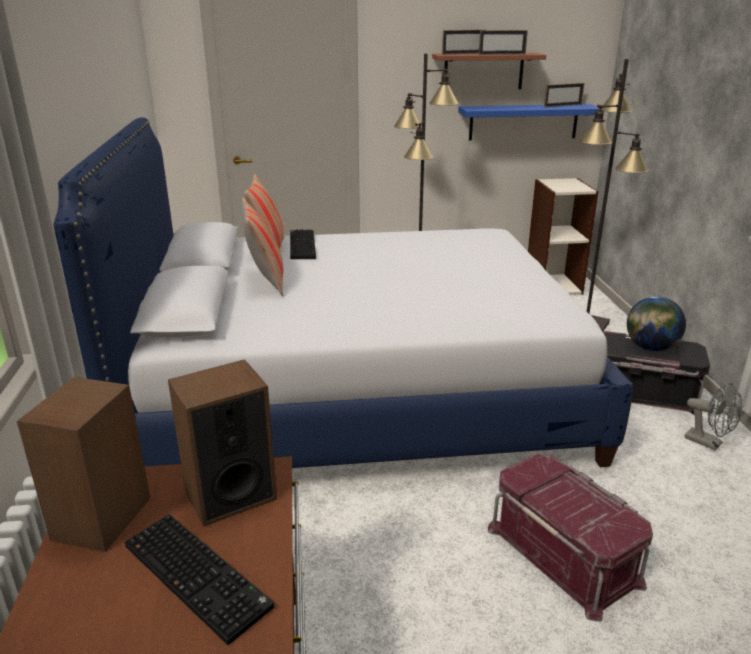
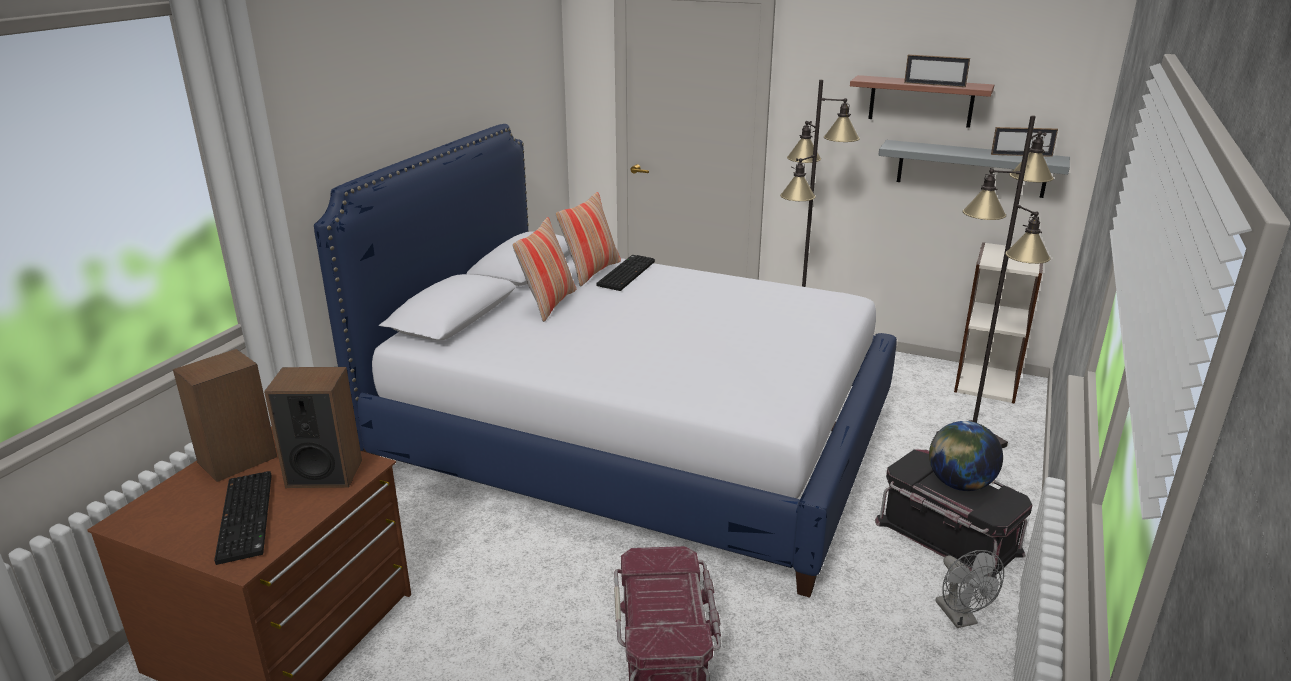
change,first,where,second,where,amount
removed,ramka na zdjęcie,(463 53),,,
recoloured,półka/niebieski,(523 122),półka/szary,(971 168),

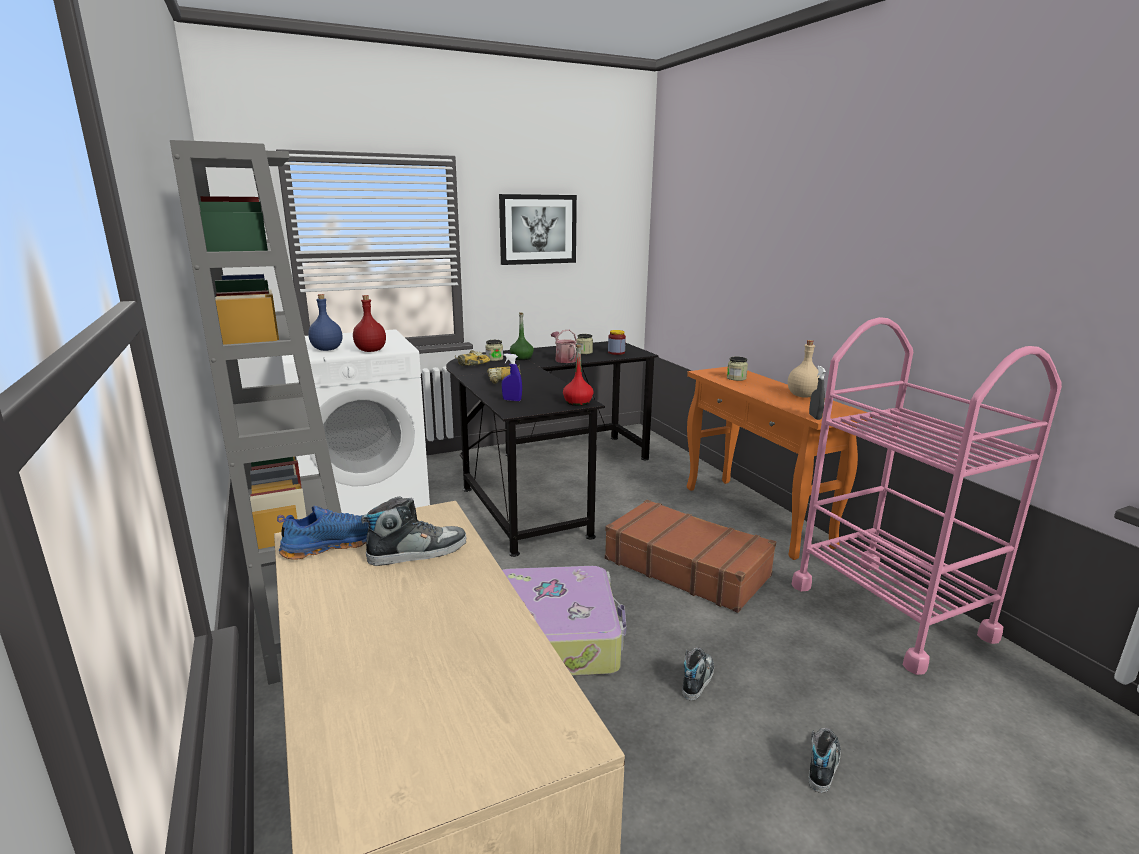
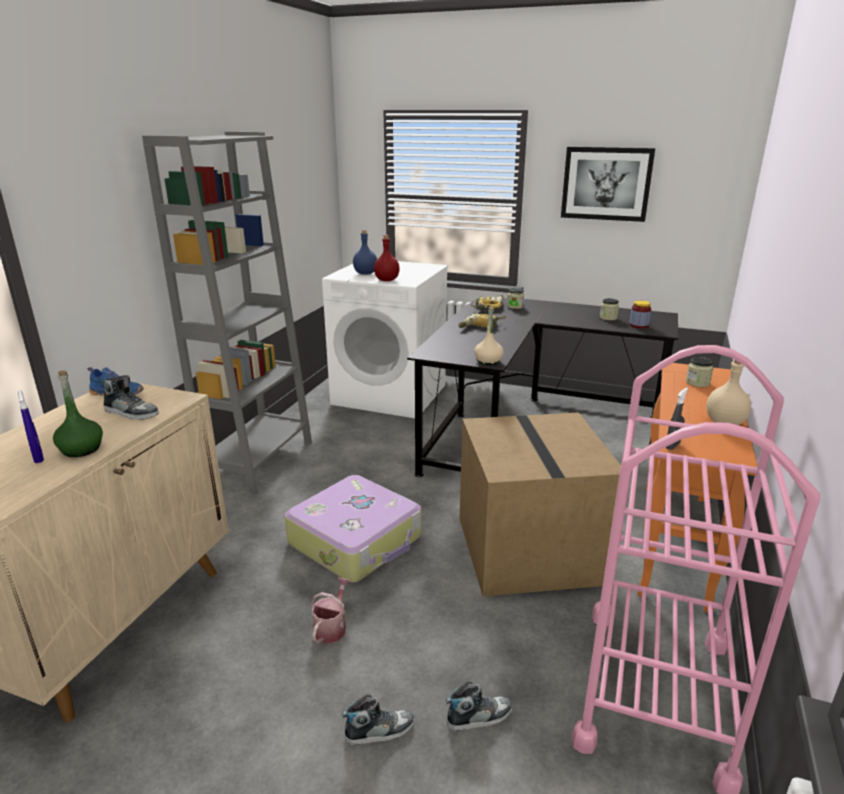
change,first,where,second,where,amount
moved,butelka/zielony,(522 358),,(82 449),
moved,konewka,(564 359),,(332 627),
recoloured,butelka/czerwony,(578 402),butelka/beżowy,(488 361),
moved,spryskiwacz/niebieski,(512 400),,(38 458),
replaced,walizka/brązowy,(686 567),karton,(526 548),
moved,but,(697 679),,(479 716),

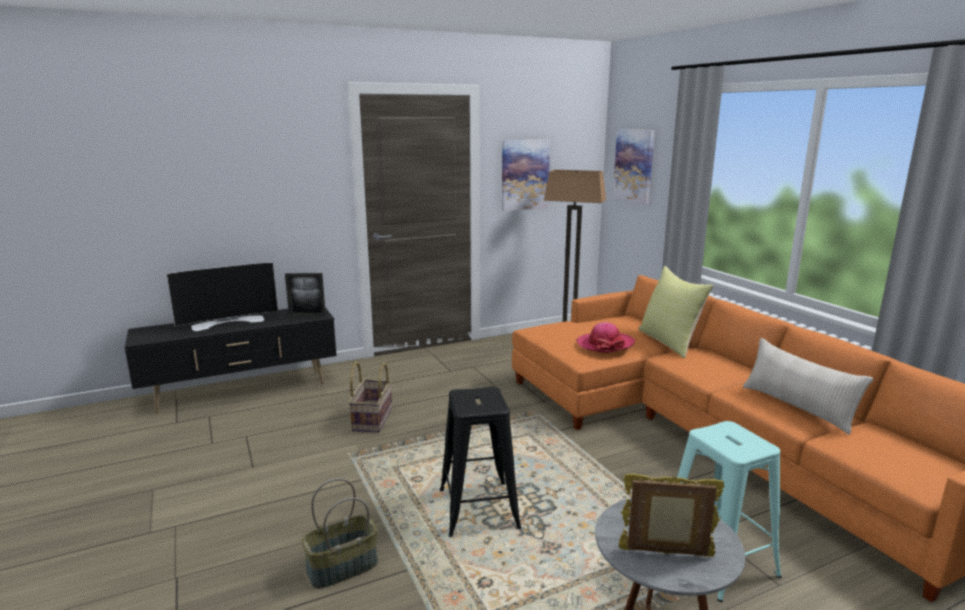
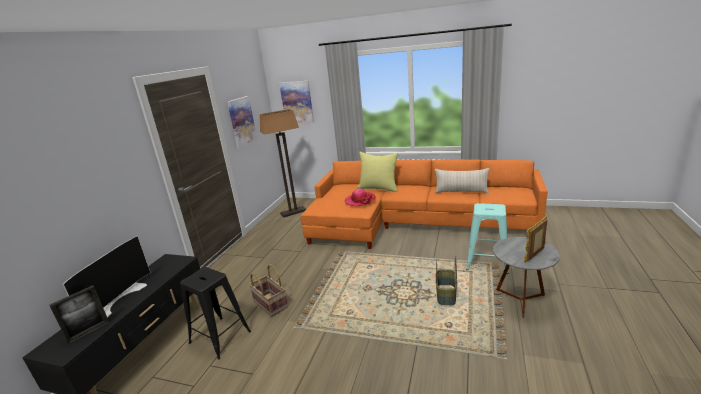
change,first,where,second,where,amount
moved,ramka na zdjęcie,(307 316),,(89 332),
moved,stołek/czarny,(478 509),,(220 337),
moved,koszyk,(342 568),,(446 295),

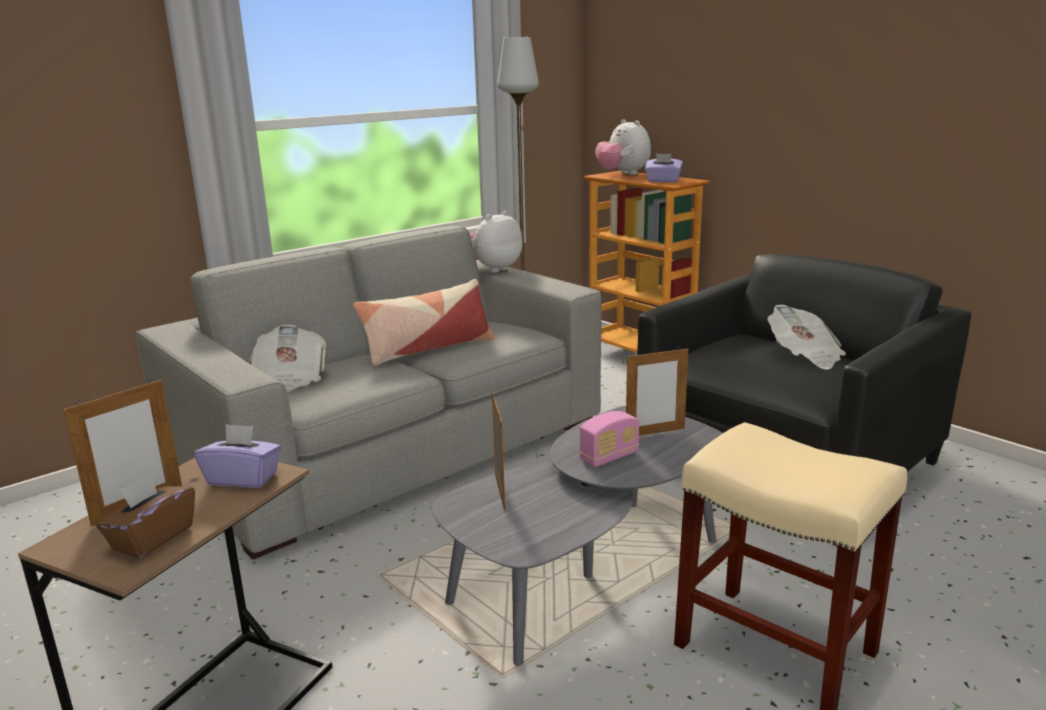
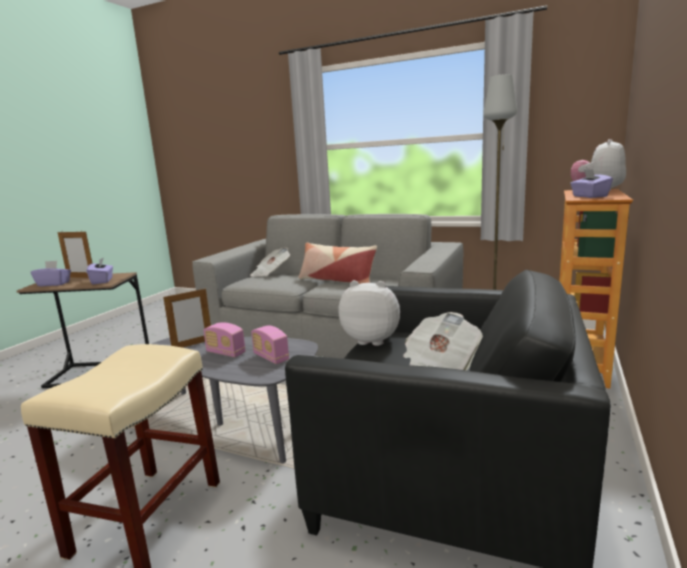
change,first,where,second,where,amount
moved,pluszak,(493 269),,(372 340),
replaced,ramka na zdjęcie,(655 433),radio,(271 357),
recoloured,pudełko chusteczek/brązowy,(152 538),pudełko chusteczek/fioletowy,(54 284),

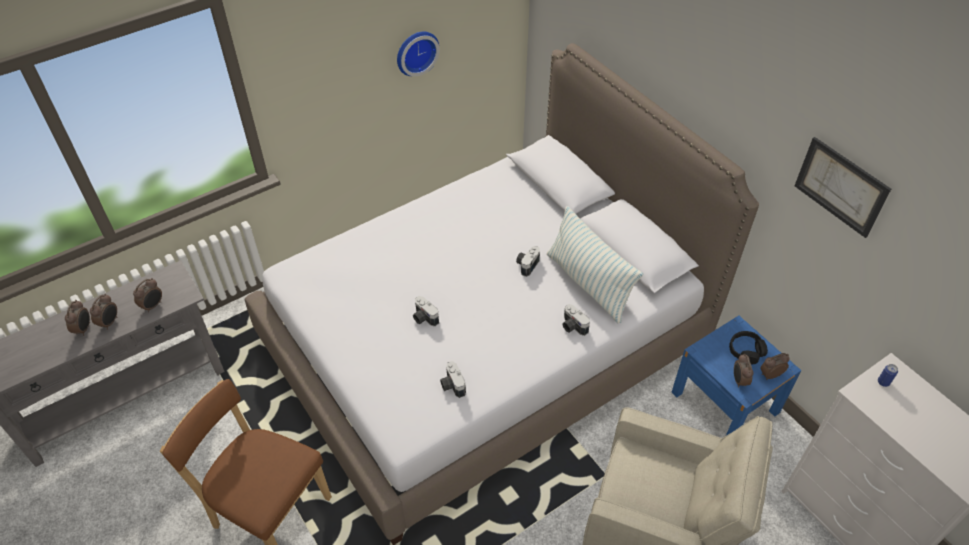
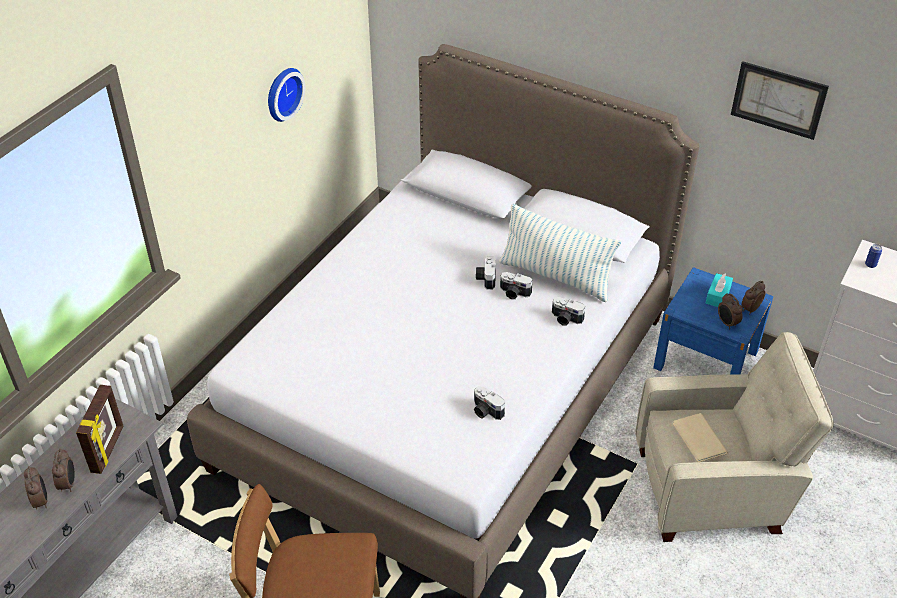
change,first,where,second,where,amount
replaced,budzik,(153 306),ramka na zdjęcie,(108 449),
moved,aparat fotograficzny,(424 318),,(514 293),
replaced,słuchawki/czarny,(746 351),pudełko chusteczek/turkusowy,(718 295),
added,,,książka/beżowy,(699 440),

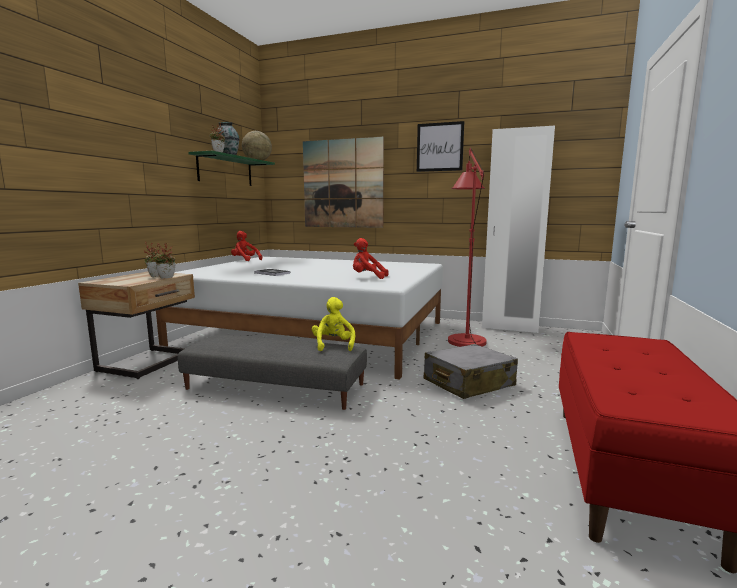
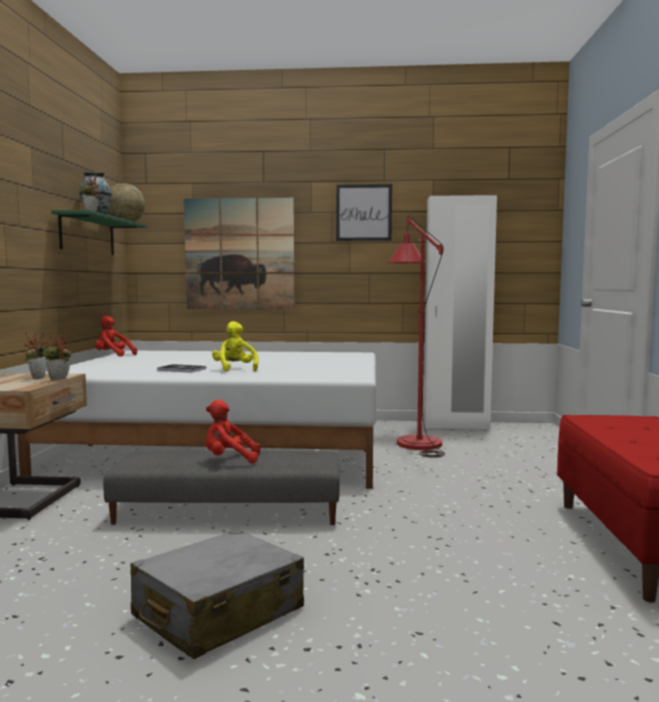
change,first,where,second,where,amount
moved,pluszak/czerwony,(367 277),,(229 460),
moved,pluszak/żółty,(333 345),,(235 369),
moved,walizka/szary,(468 383),,(218 613),

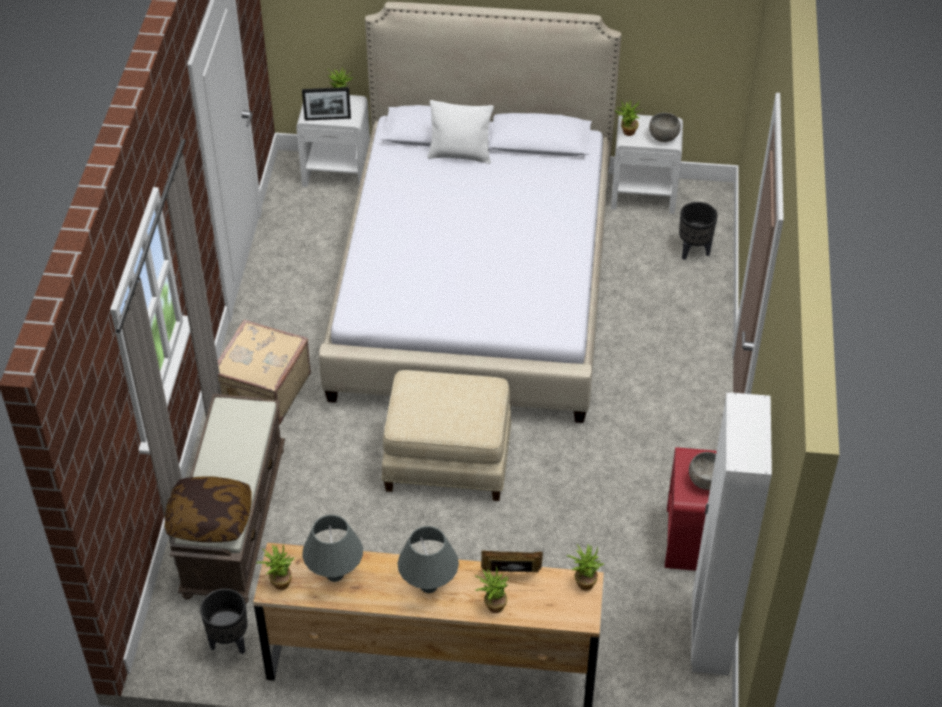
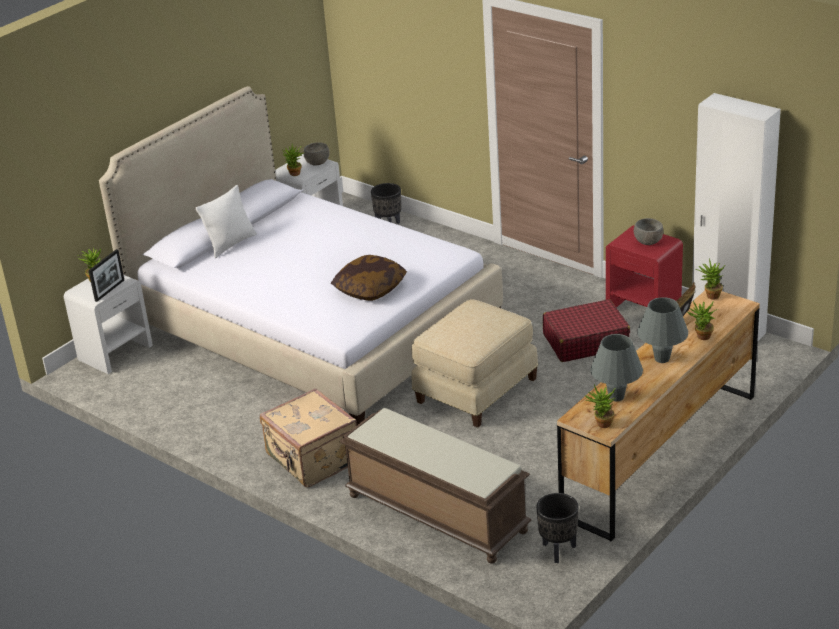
change,first,where,second,where,amount
moved,poduszka,(210 519),,(370 288),
added,,,walizka/czerwony,(585 341),

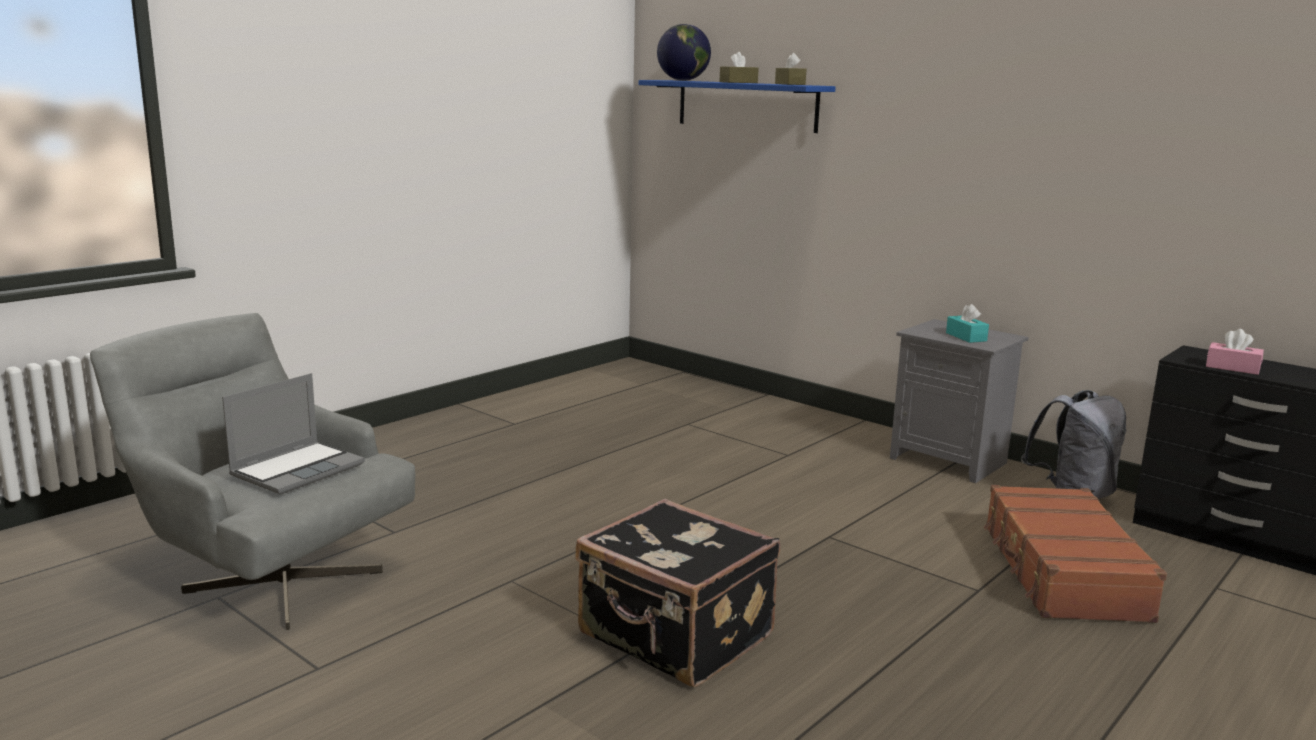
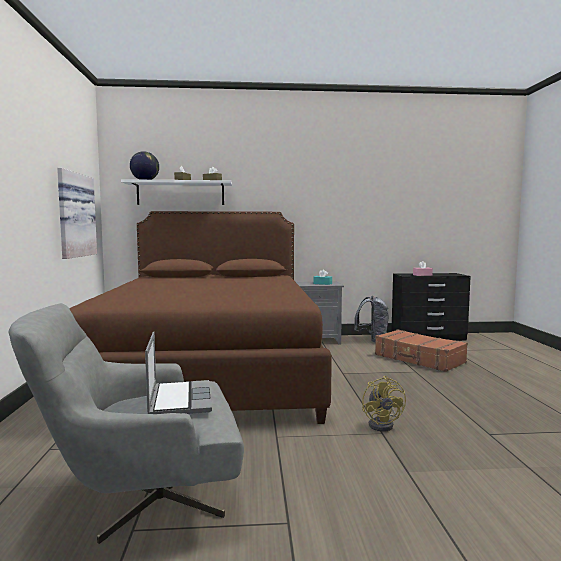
change,first,where,second,where,amount
recoloured,półka/niebieski,(746 105),półka/biały,(180 193),
replaced,walizka/czarny,(675 637),wentylator/żółty,(383 424),
added,,,obraz,(74 215),
added,,,łóżko/brązowy,(209 370),

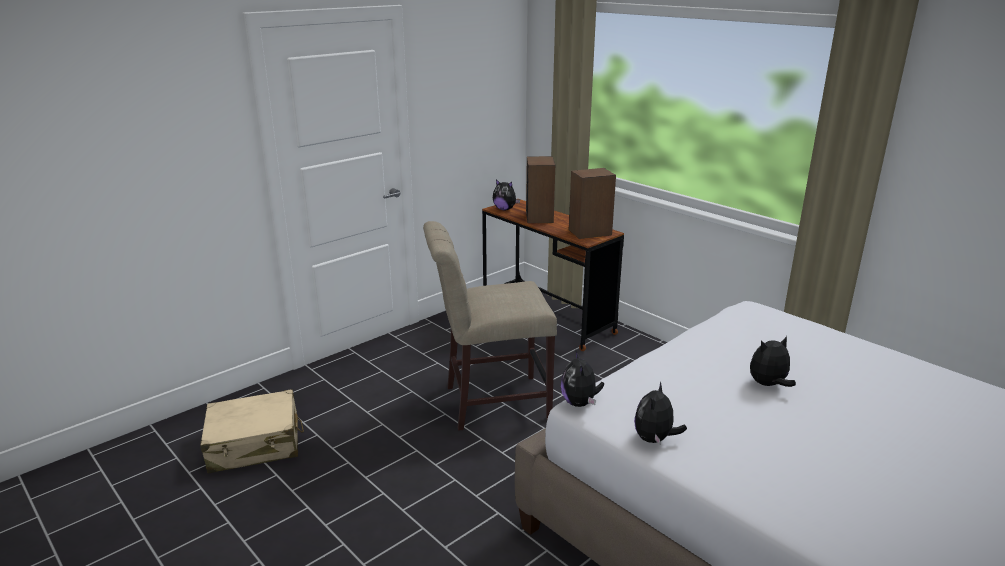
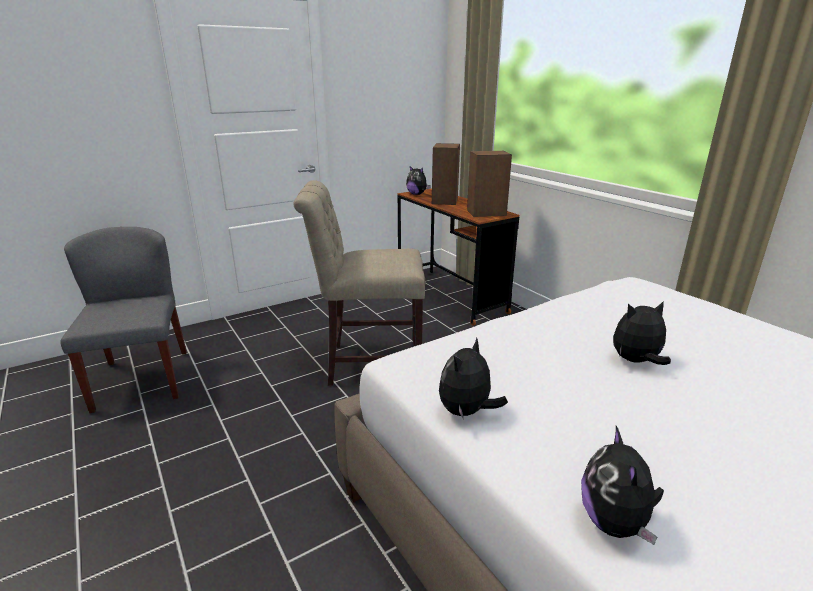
change,first,where,second,where,amount
moved,pluszak,(580 403),,(615 523),
replaced,walizka/beżowy,(255 444),krzesło/szary,(142 379),

